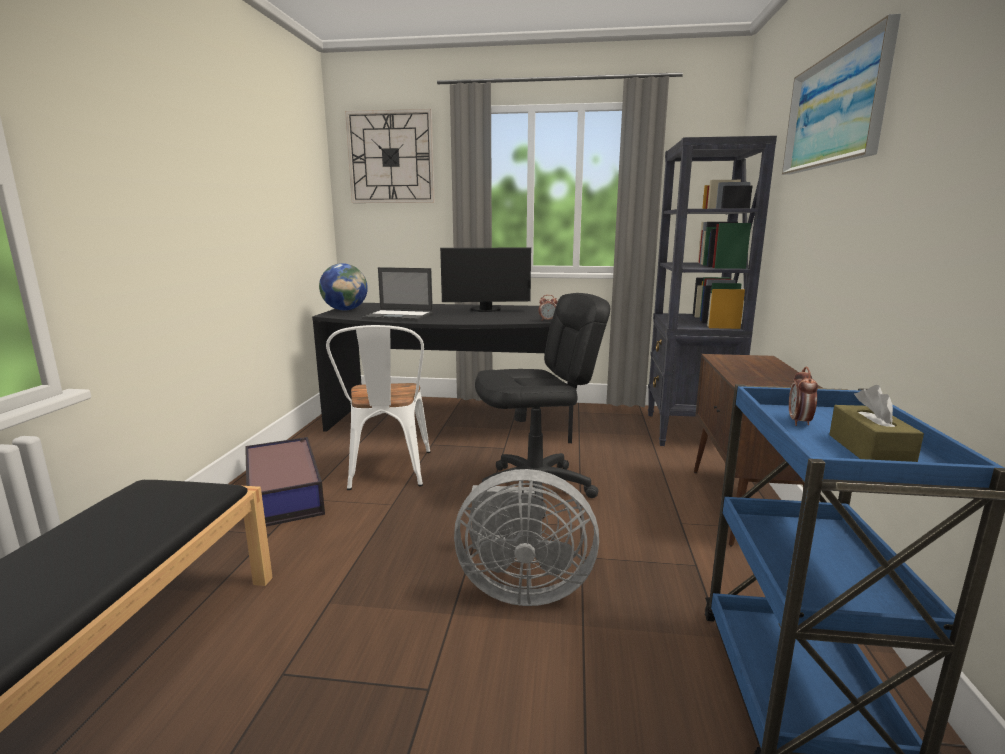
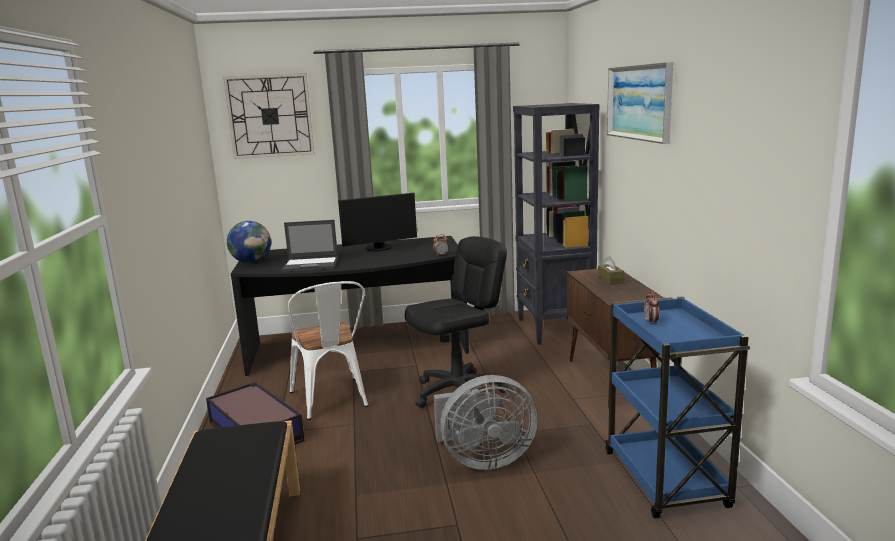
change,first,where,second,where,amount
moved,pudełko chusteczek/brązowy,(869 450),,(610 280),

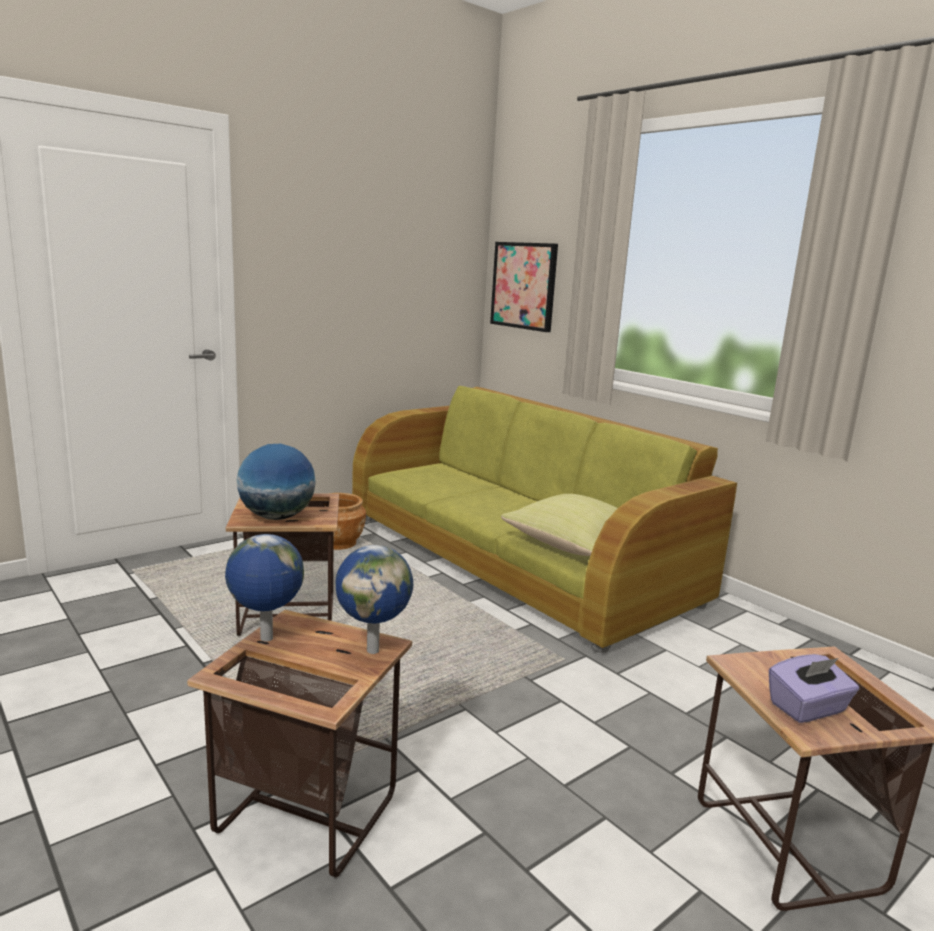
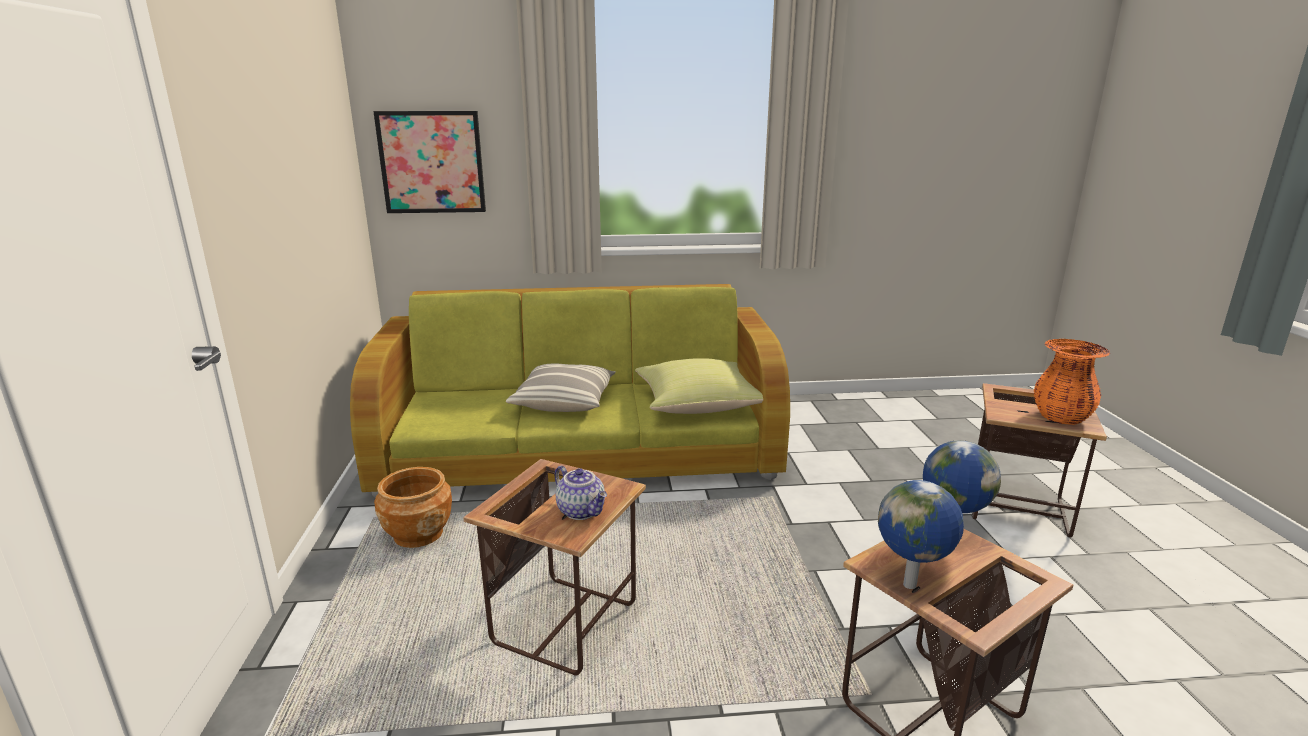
change,first,where,second,where,amount
replaced,globus,(277 517),imbryk,(582 511),
replaced,pudełko chusteczek/fioletowy,(808 708),wazon/pomarańczowy,(1060 417),
added,,,poduszka,(564 401),

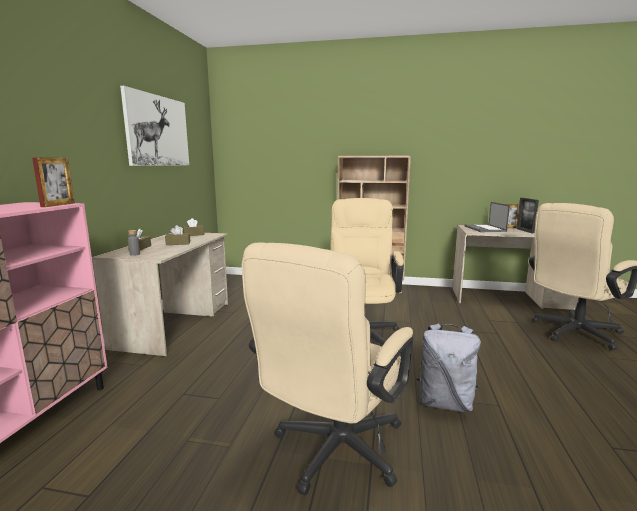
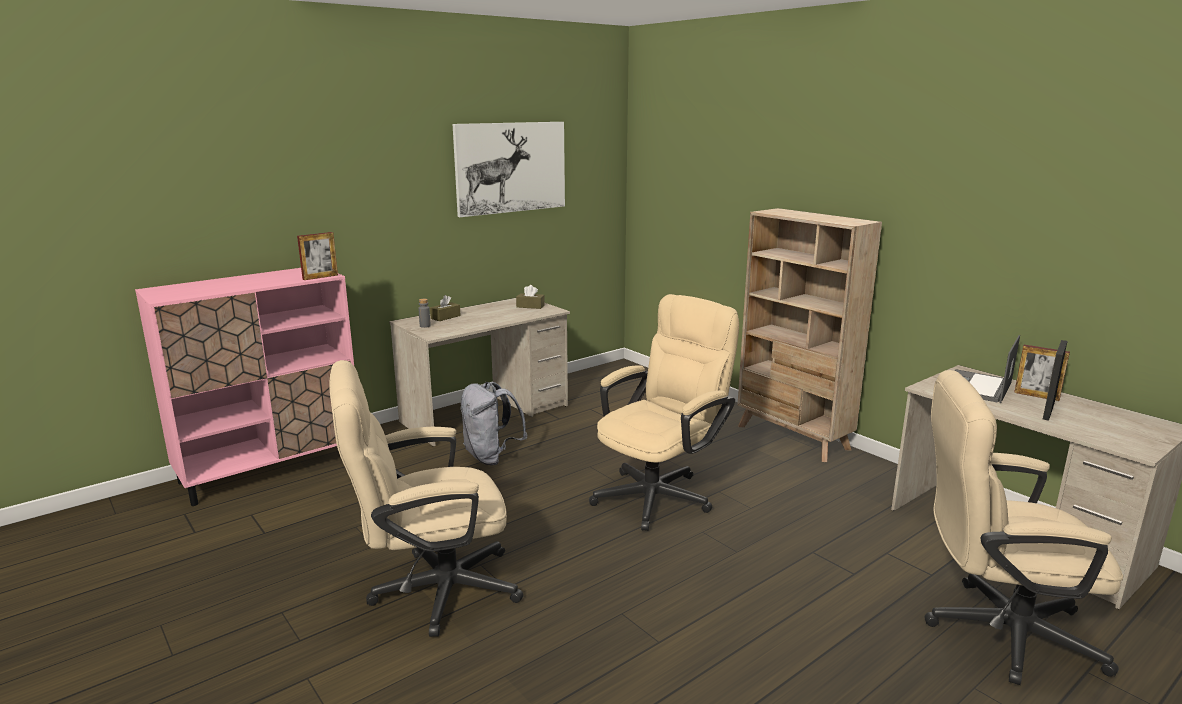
change,first,where,second,where,amount
removed,pudełko chusteczek/brązowy,(178 243),,,
moved,plecak/szary,(445 403),,(491 457),

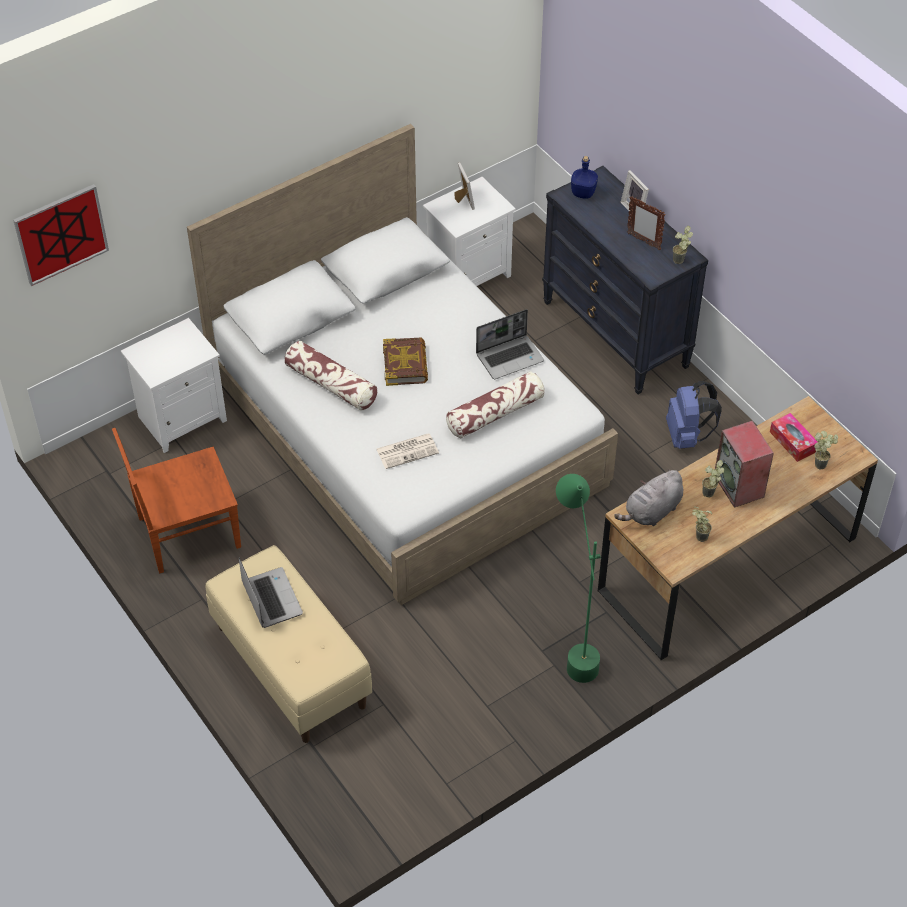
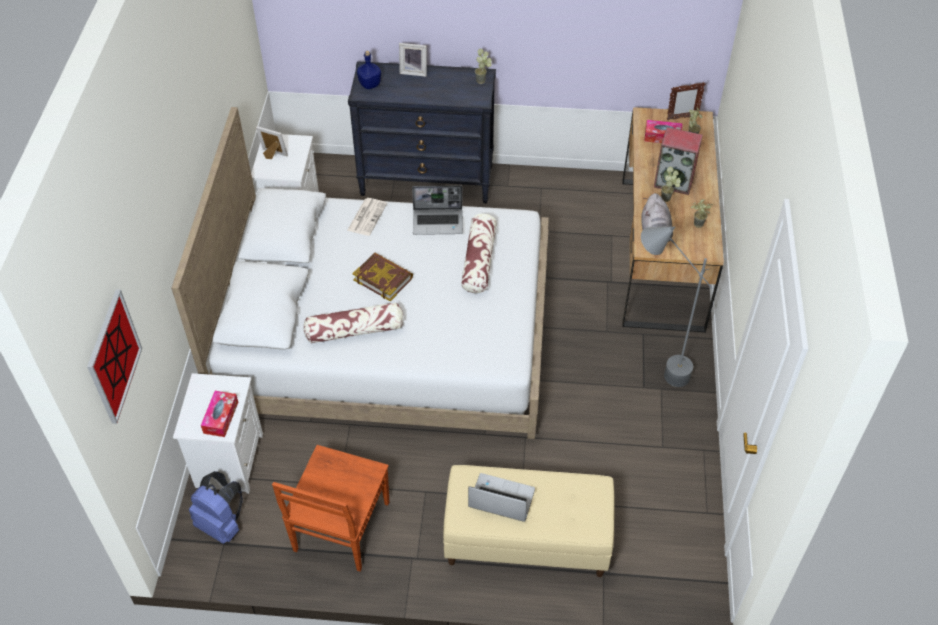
change,first,where,second,where,amount
moved,ramka na zdjęcie,(643 241),,(682 117),
turned,laptop,(510 357),,(438 222),75 degrees clockwise
moved,plecak/niebieski,(687 436),,(222 524),
moved,gazeta,(408 451),,(367 216),
recoloured,lampa stojąca/zielony,(572 647),lampa stojąca/szary,(655 369),
added,,,pudełko chusteczek,(221 417),

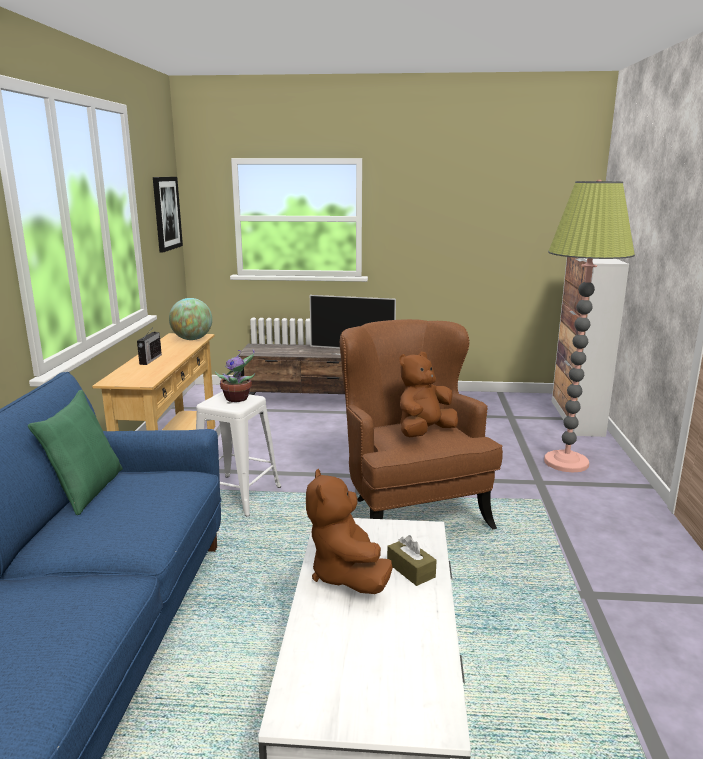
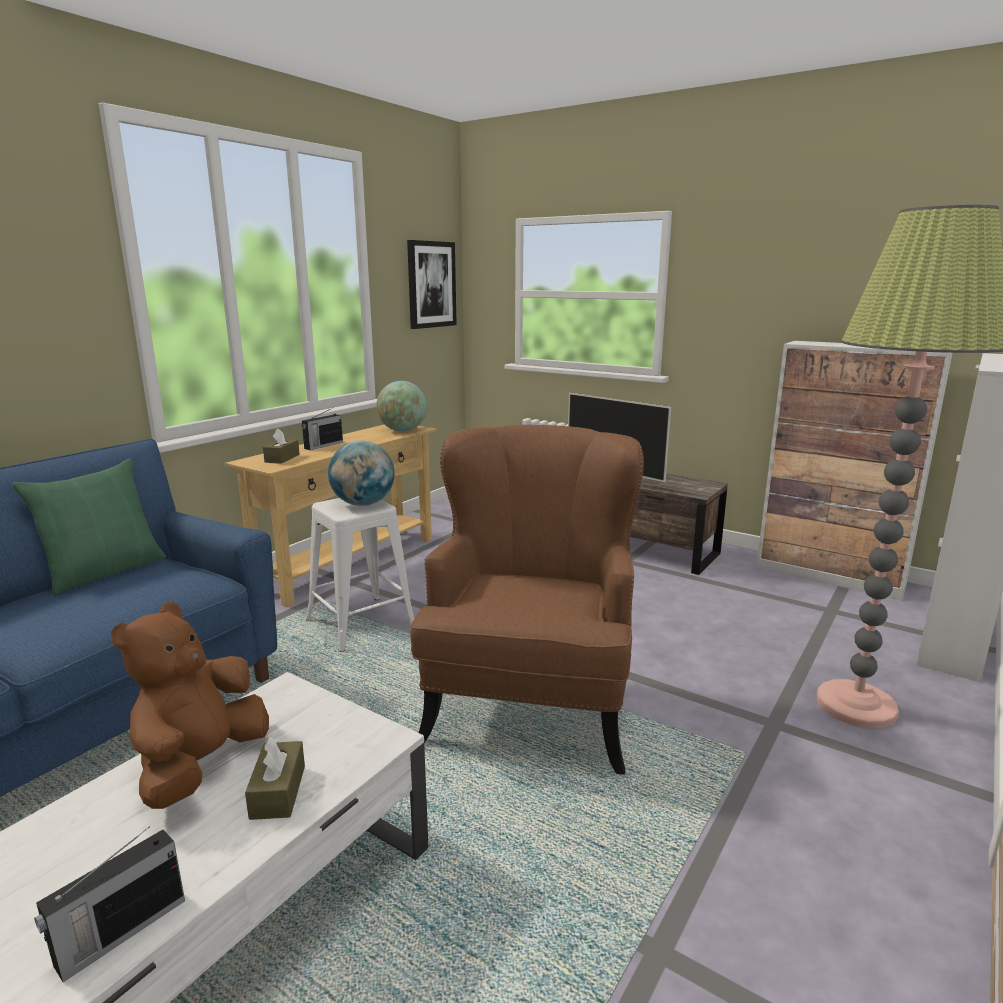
change,first,where,second,where,amount
replaced,roślina doniczkowa,(238 399),globus,(363 504),
removed,pluszak/brązowy,(424 433),,,
added,,,szafka,(830 576),
added,,,pudełko chusteczek/brązowy,(282 458),
added,,,radio,(119 933),

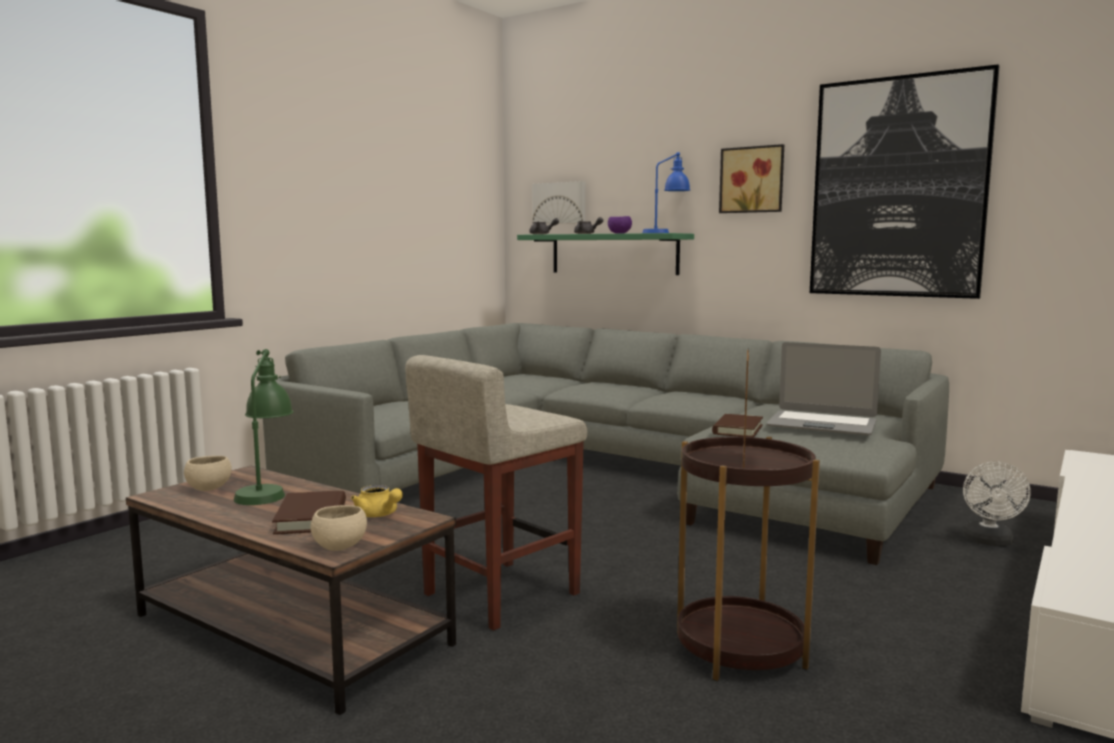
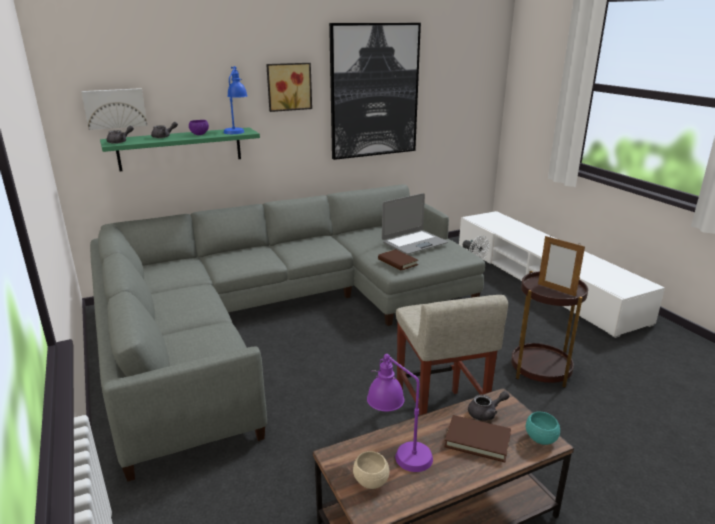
change,first,where,second,where,amount
recoloured,lampa stołowa/zielony,(266 490),lampa stołowa/fioletowy,(398 452),
recoloured,imbryk/żółty,(378 515),imbryk/szary,(486 413),
recoloured,miska/beżowy,(340 547),miska/turkusowy,(540 439),

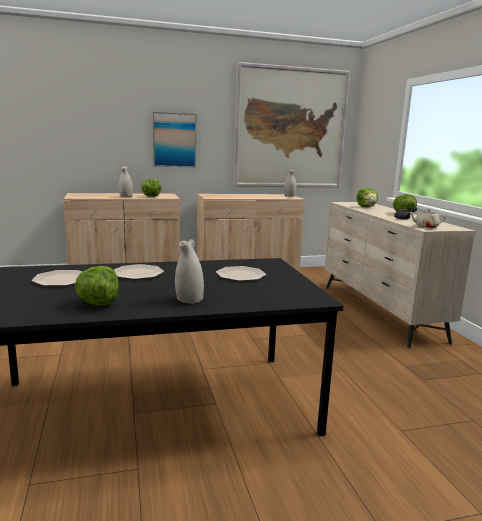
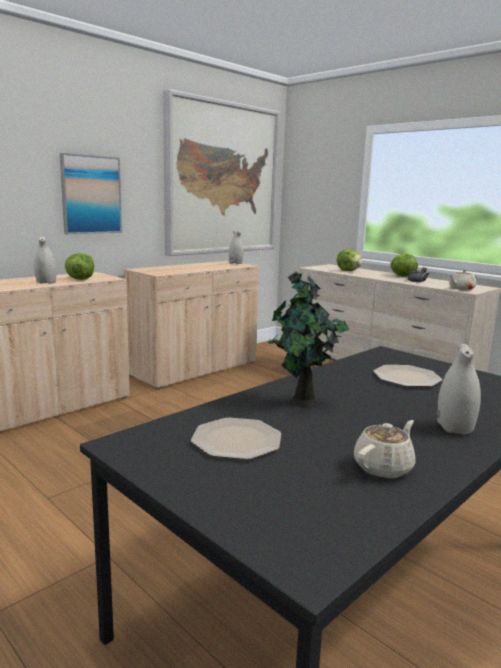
change,first,where,second,where,amount
replaced,talerz,(137 273),roślina doniczkowa,(302 403),
replaced,sałata,(98 303),imbryk/beżowy,(384 467),

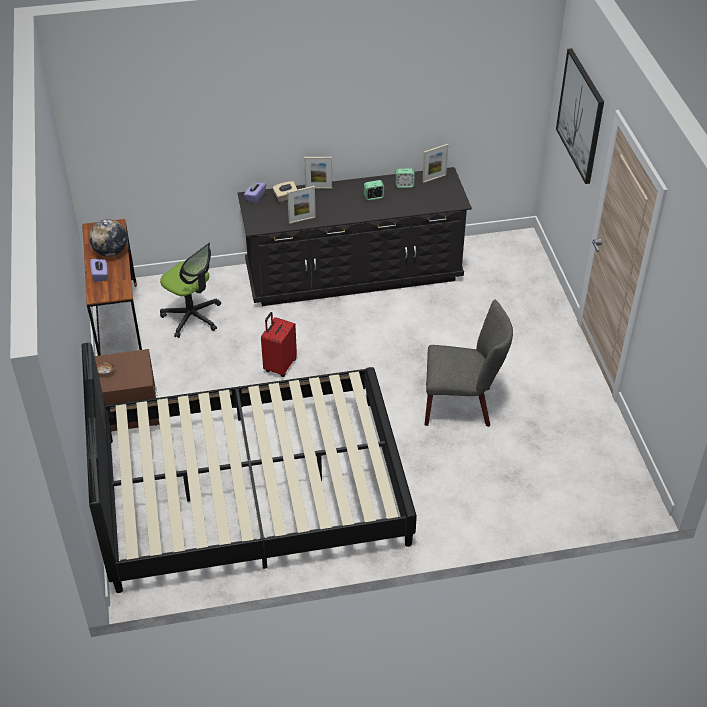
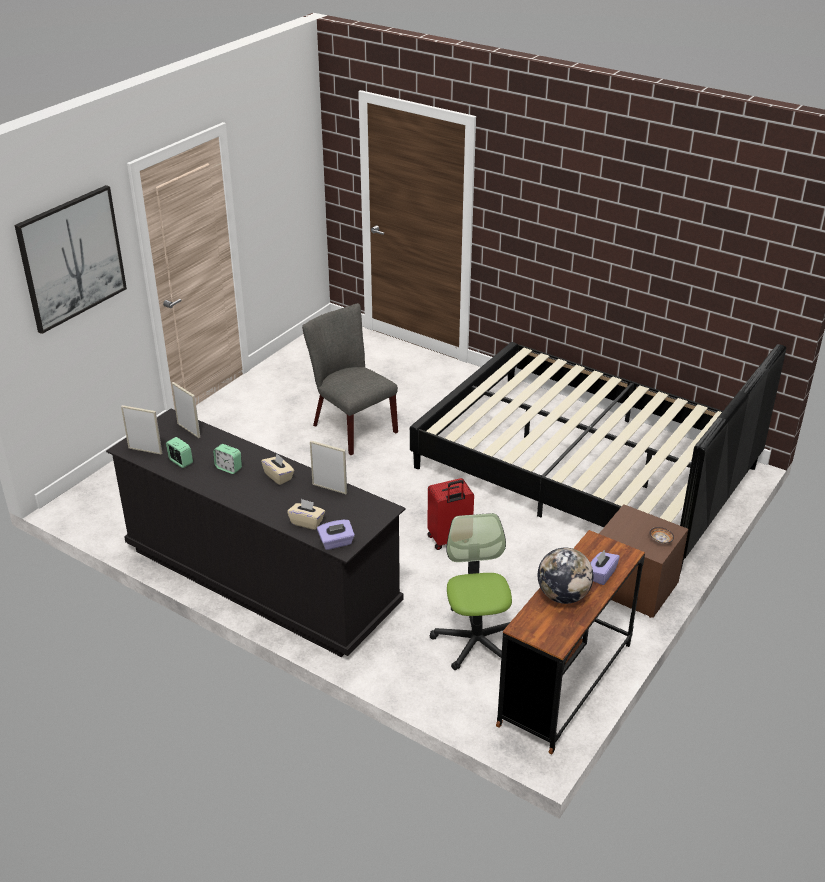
change,first,where,second,where,amount
moved,ramka na zdjęcie,(318 188),,(188 430),
added,,,pudełko chusteczek/beżowy,(278 476),

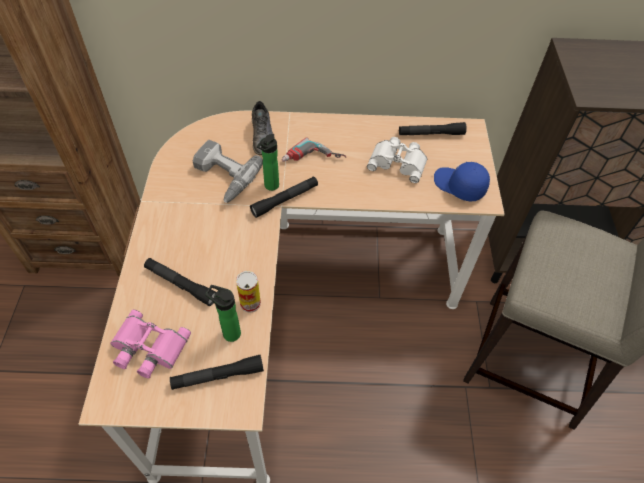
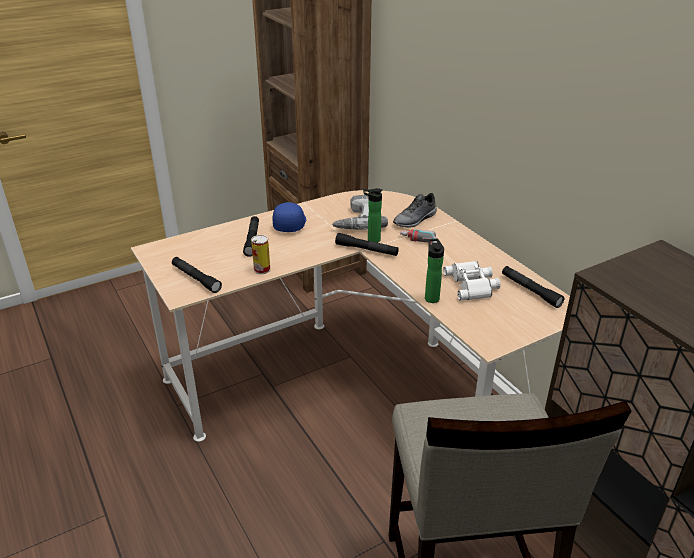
change,first,where,second,where,amount
moved,czapka z daszkiem/niebieski,(459 186),,(289 224),
moved,butelka,(229 332),,(431 297),
removed,lornetka/różowy,(147 348),,,

